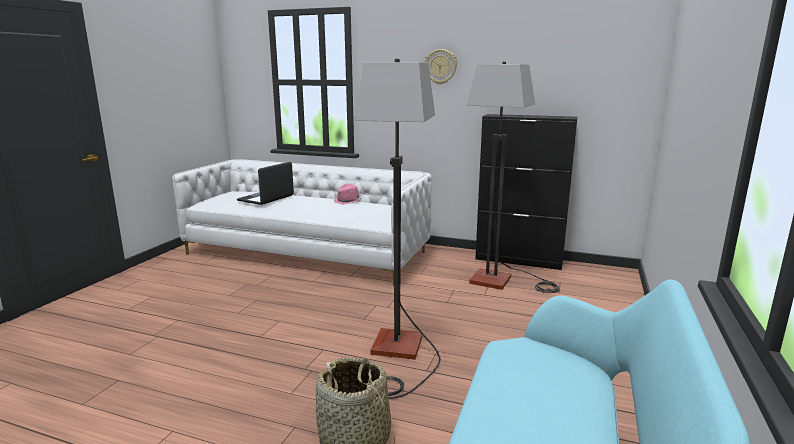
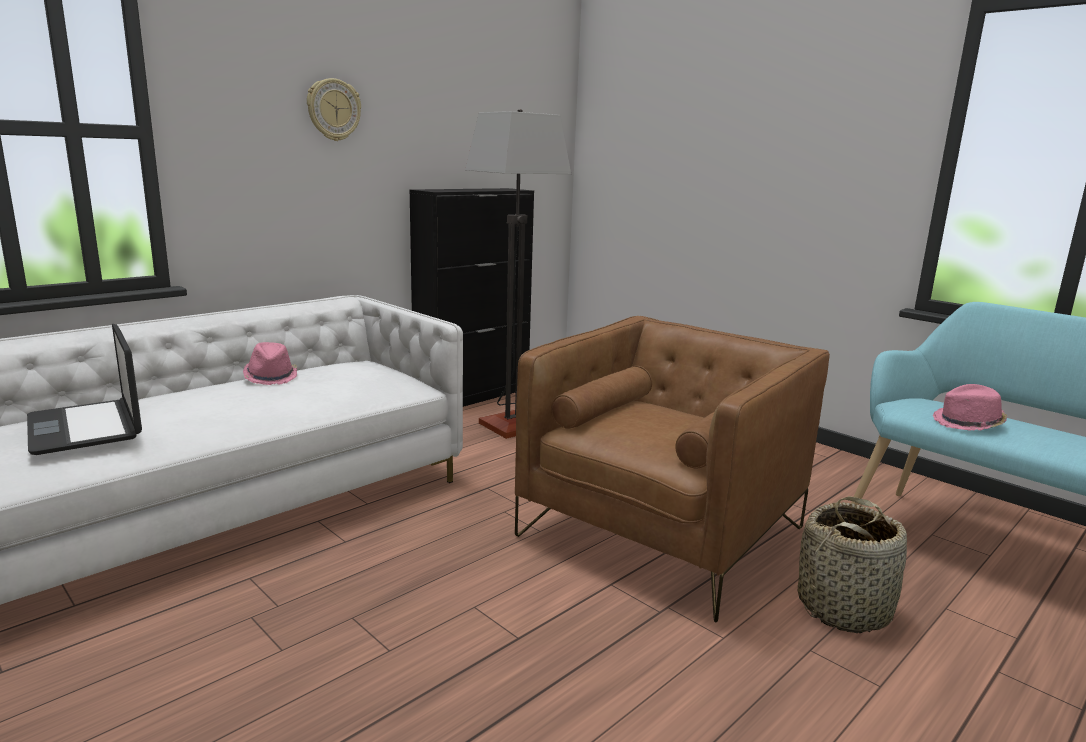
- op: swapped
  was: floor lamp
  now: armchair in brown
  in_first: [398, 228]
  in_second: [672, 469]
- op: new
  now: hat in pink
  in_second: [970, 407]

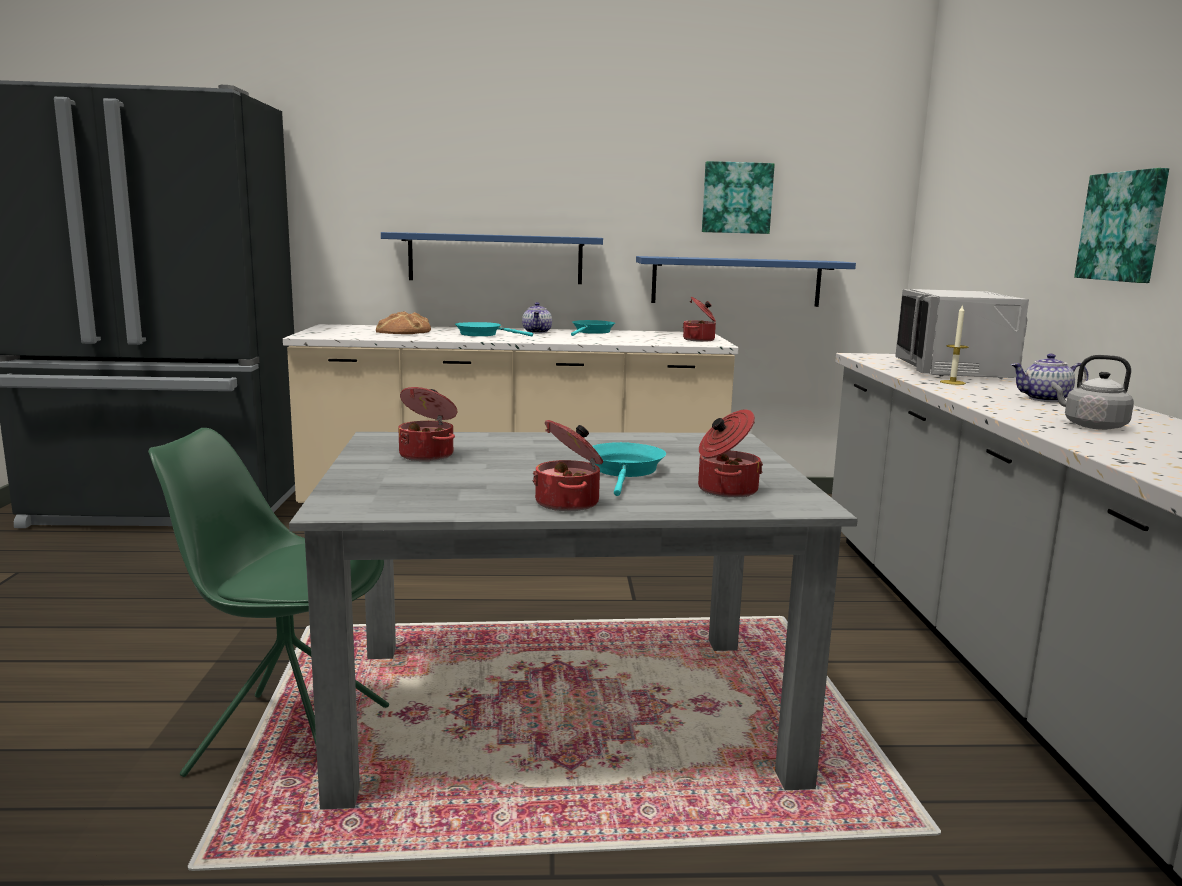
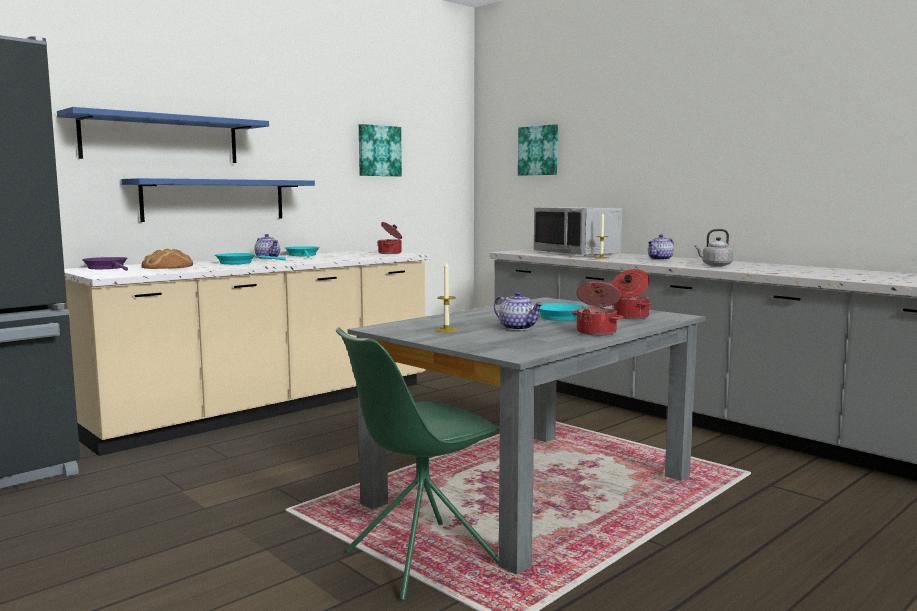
- op: swapped
  was: cooking pot
  now: candle
  in_first: [427, 424]
  in_second: [446, 296]
- op: shifted
  was: shelf in blue
  in_first: [746, 281]
  in_second: [163, 135]
- op: shifted
  was: picture
  in_first: [1121, 225]
  in_second: [538, 150]
- op: new
  now: frying pan in purple
  in_second: [105, 264]
- op: new
  now: teapot
  in_second: [518, 311]

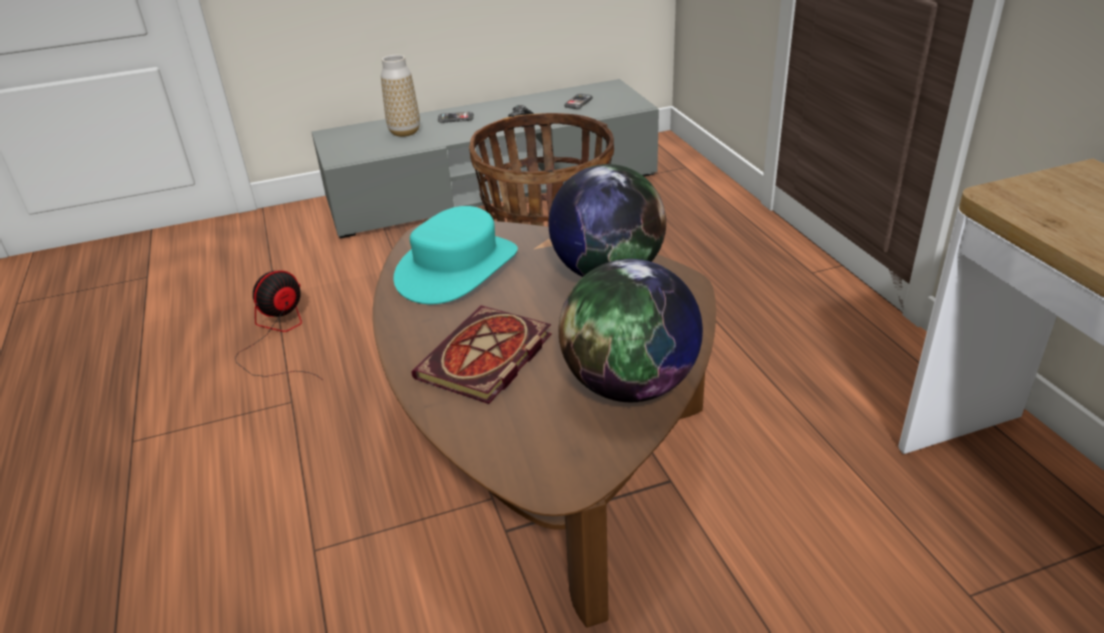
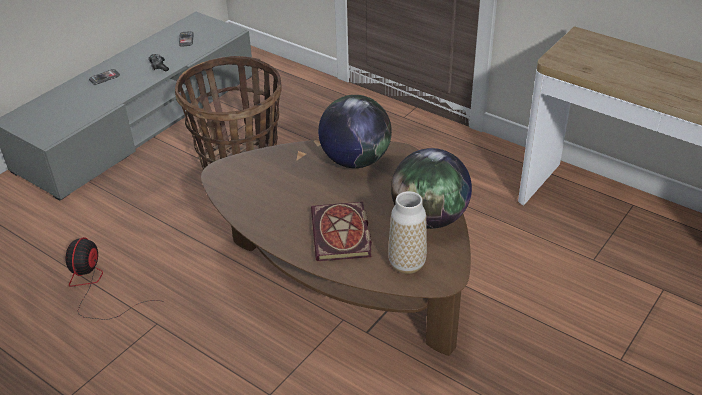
- op: shifted
  was: vase
  in_first: [400, 96]
  in_second: [407, 232]
- op: gone
  was: hat in turquoise
  in_first: [455, 255]

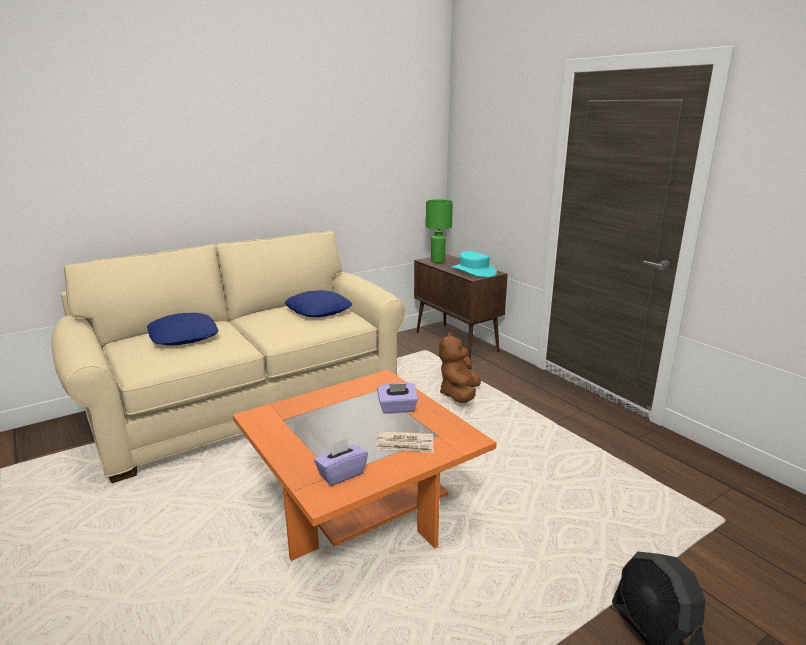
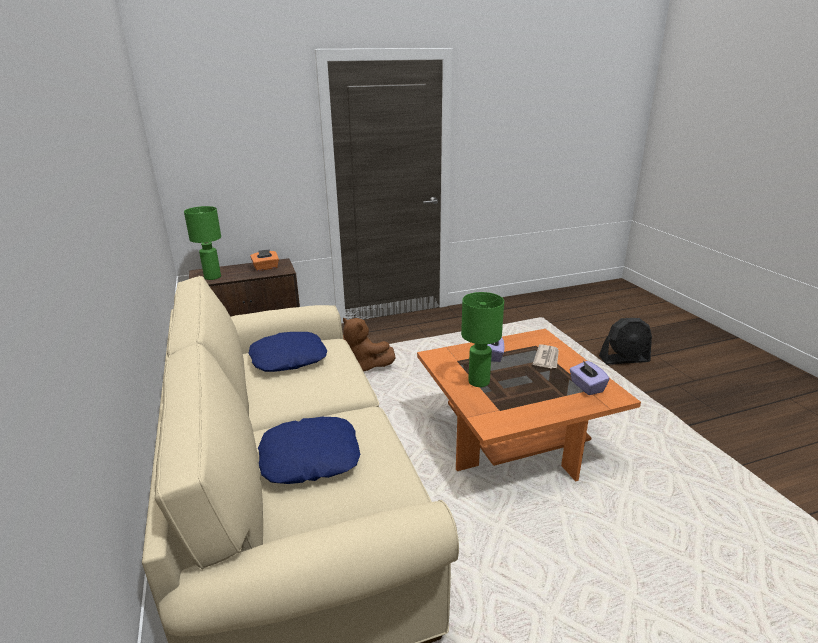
- op: swapped
  was: hat in turquoise
  now: tissue box in orange
  in_first: [474, 264]
  in_second: [264, 260]
- op: new
  now: table lamp in green
  in_second: [482, 339]

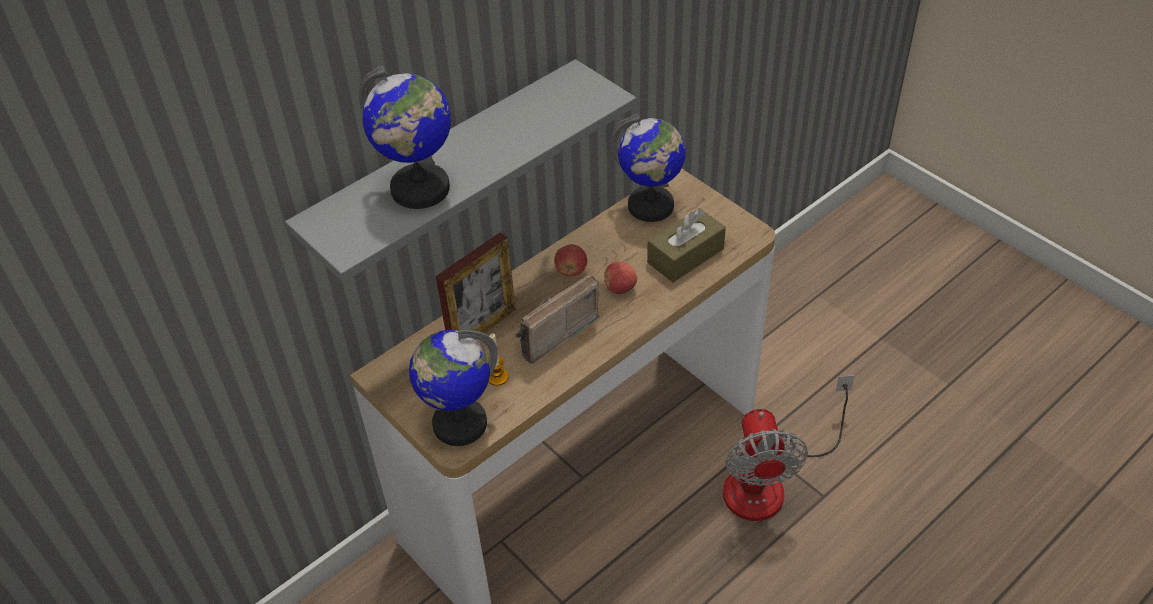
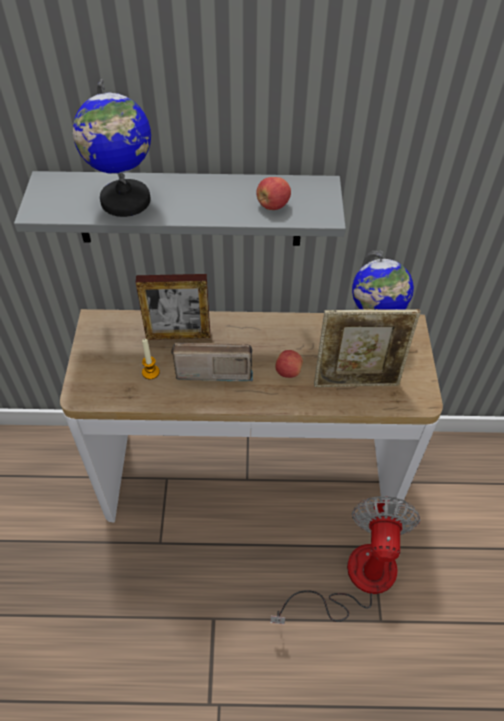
- op: gone
  was: globe
  in_first: [453, 388]
- op: shifted
  was: apple
  in_first: [570, 260]
  in_second: [273, 193]
- op: swapped
  was: tissue box in brown
  now: picture frame
  in_first: [686, 245]
  in_second: [367, 348]
- op: rotated
  was: fan
  in_first: [789, 448]
  in_second: [345, 560]
  clockwise: 150

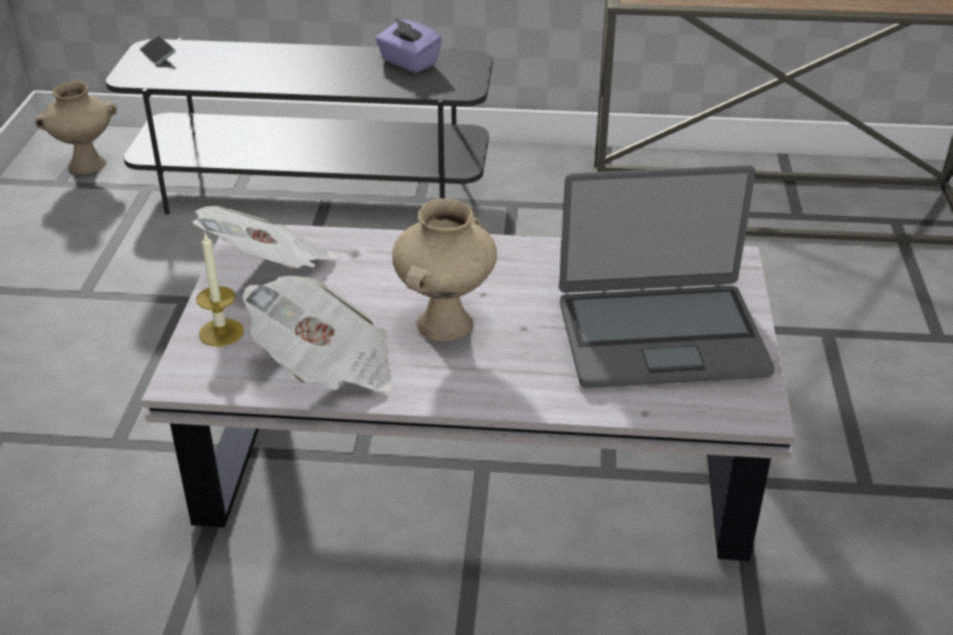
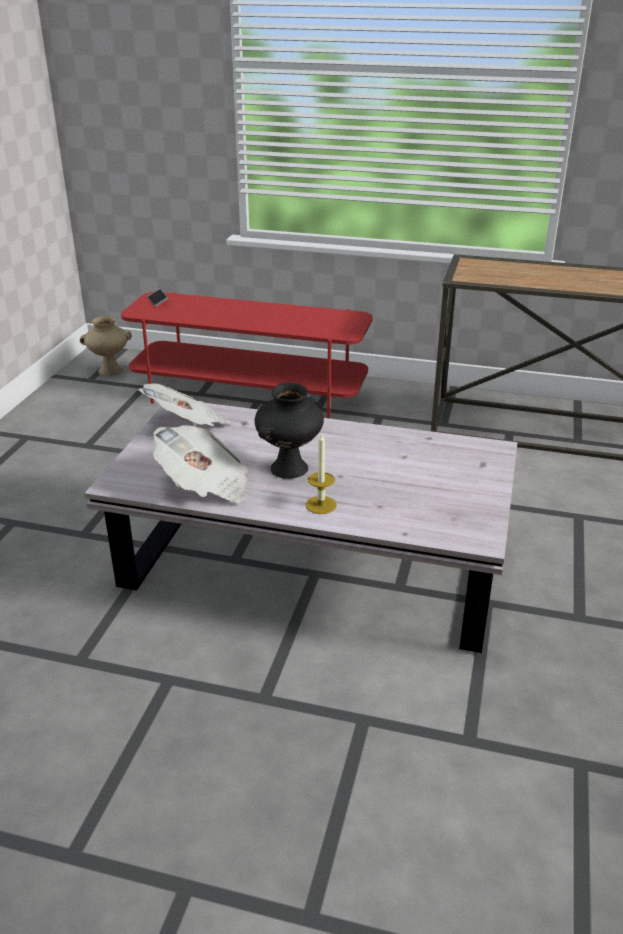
- op: repainted
  was: tv stand in grey
  now: tv stand in red
  in_first: [299, 126]
  in_second: [247, 355]
- op: shifted
  was: candle
  in_first: [220, 290]
  in_second: [321, 473]
- op: gone
  was: tissue box in purple
  in_first: [409, 45]
- op: repainted
  was: vase in beige
  now: vase in black
  in_first: [444, 269]
  in_second: [289, 431]
- op: gone
  was: laptop
  in_first: [666, 276]

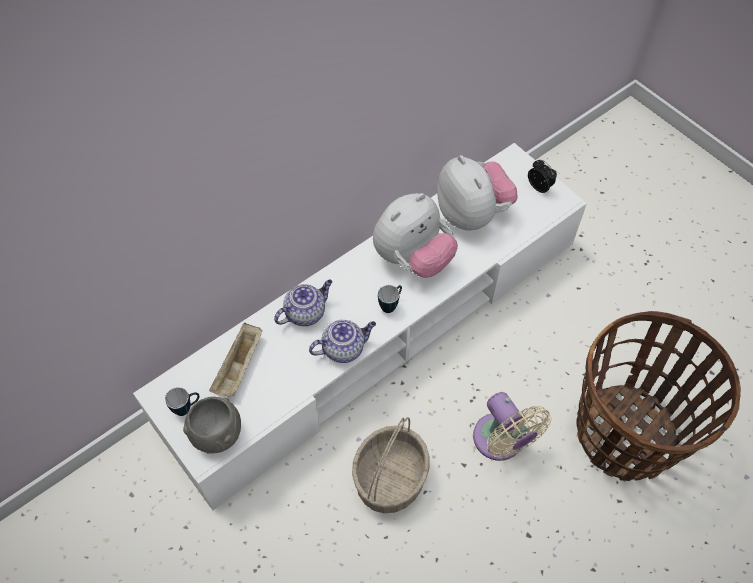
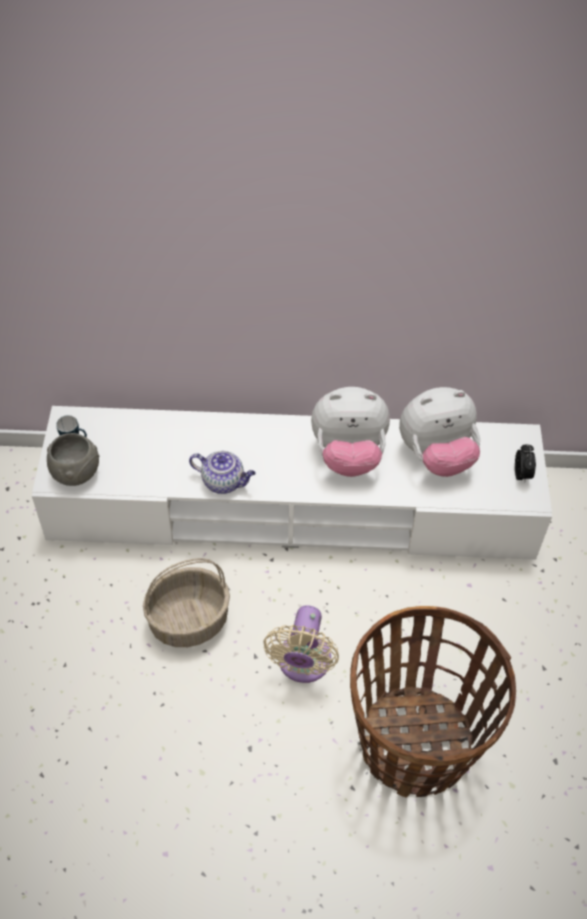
- op: gone
  was: tray in beige
  in_first: [235, 359]
- op: gone
  was: teapot
  in_first: [303, 303]
- op: gone
  was: mug
  in_first: [390, 299]
- op: rotated
  was: plush toy
  in_first: [477, 193]
  in_second: [439, 432]
  clockwise: 60

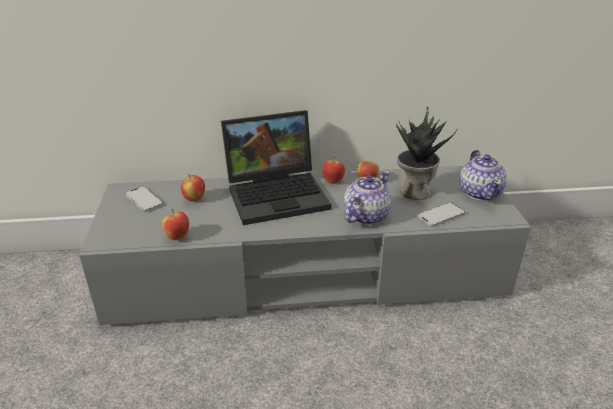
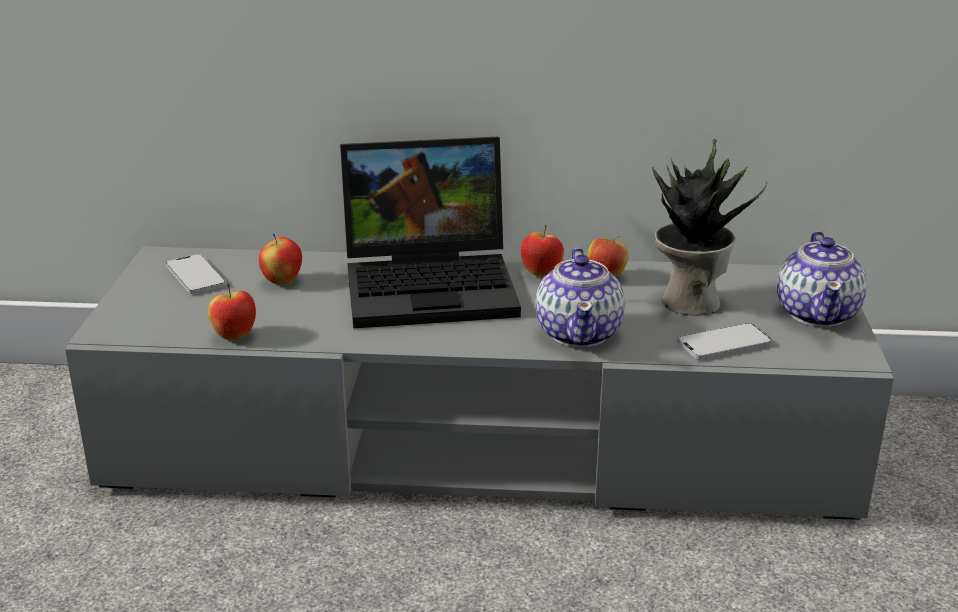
- op: rotated
  was: teapot
  in_first: [368, 198]
  in_second: [580, 297]
  clockwise: 135

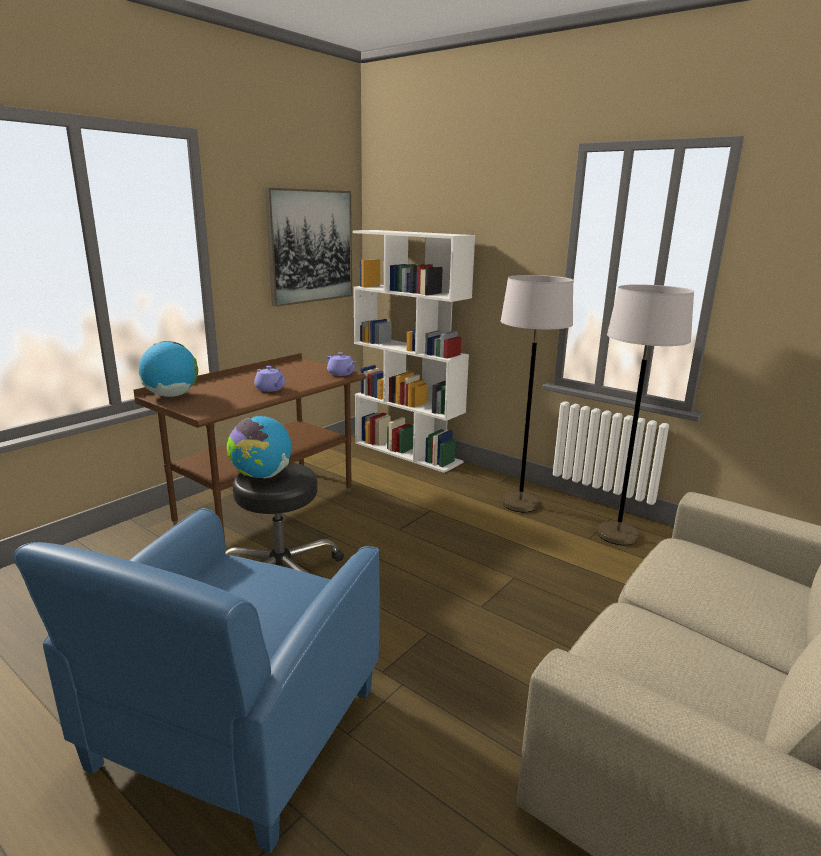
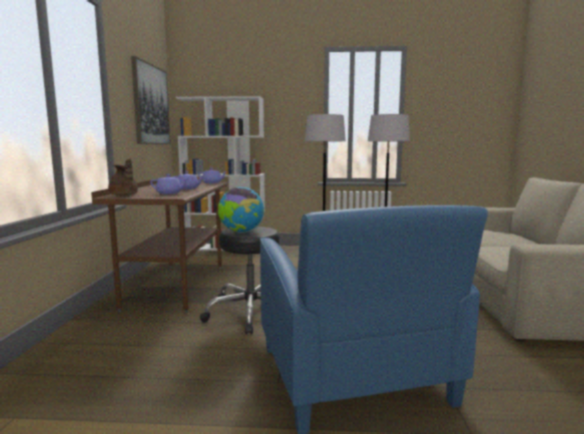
- op: swapped
  was: globe
  now: teapot in brown
  in_first: [168, 369]
  in_second: [123, 177]
- op: new
  now: teapot in purple
  in_second: [169, 184]

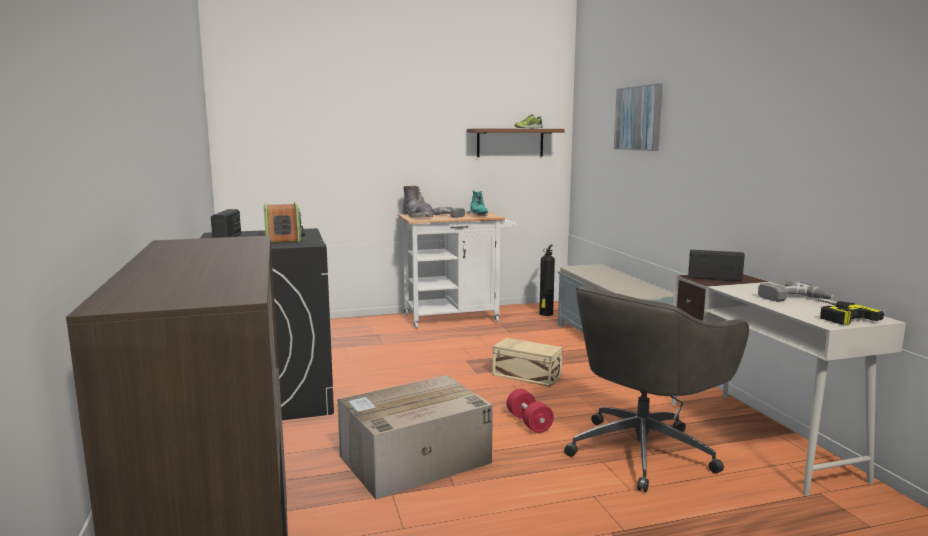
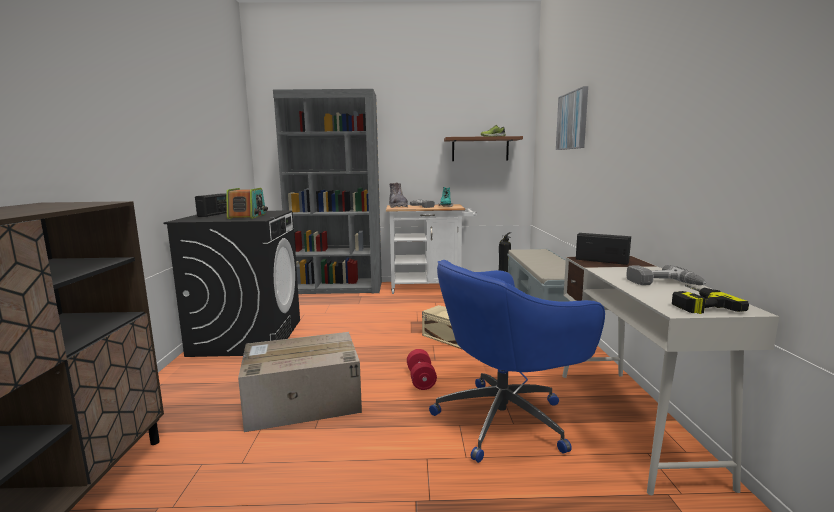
- op: repainted
  was: office chair in grey
  now: office chair in blue
  in_first: [656, 389]
  in_second: [517, 361]
- op: new
  now: bookcase in grey
  in_second: [327, 191]

